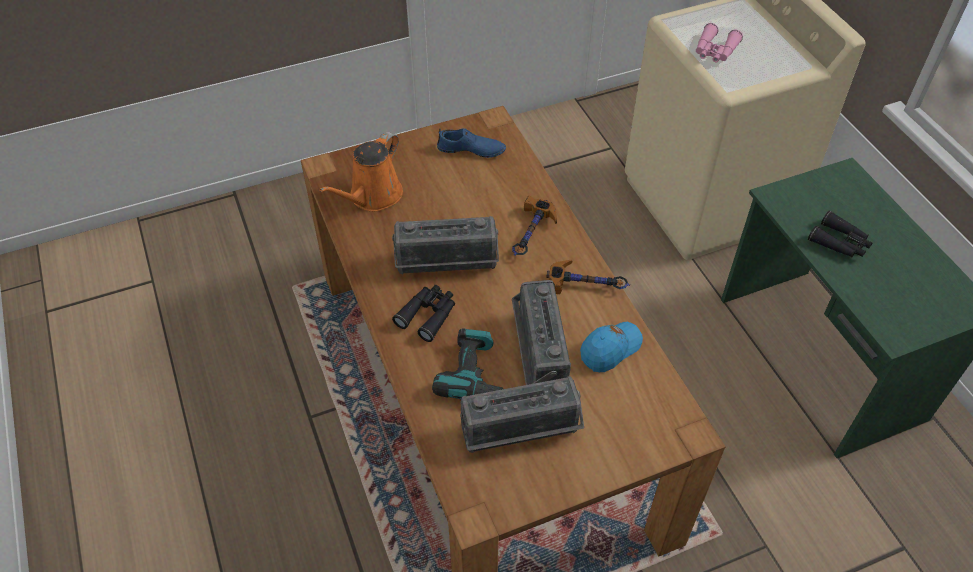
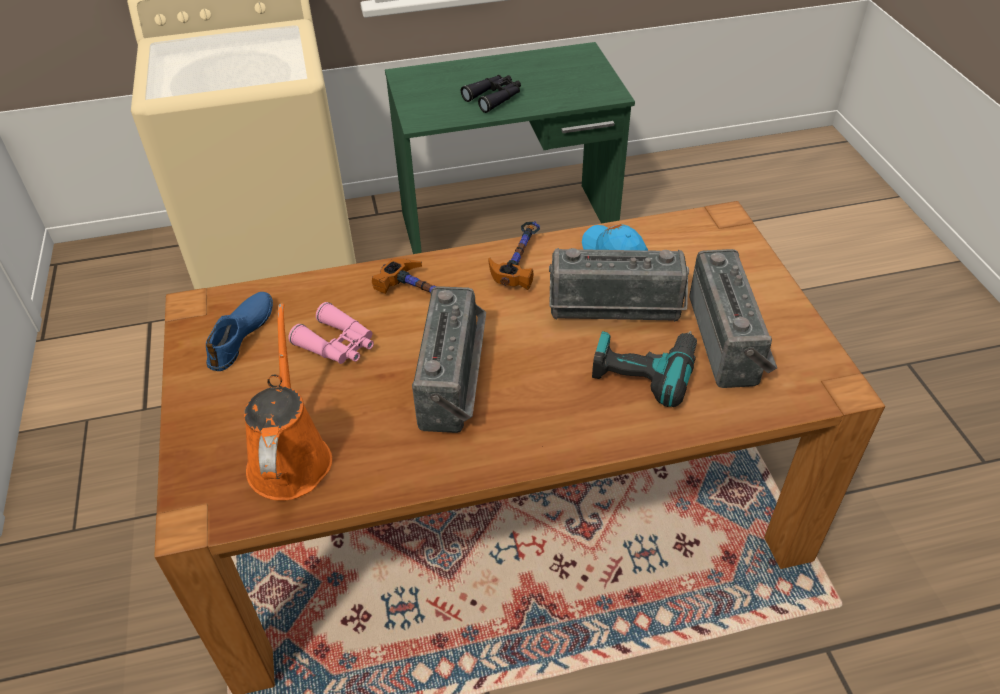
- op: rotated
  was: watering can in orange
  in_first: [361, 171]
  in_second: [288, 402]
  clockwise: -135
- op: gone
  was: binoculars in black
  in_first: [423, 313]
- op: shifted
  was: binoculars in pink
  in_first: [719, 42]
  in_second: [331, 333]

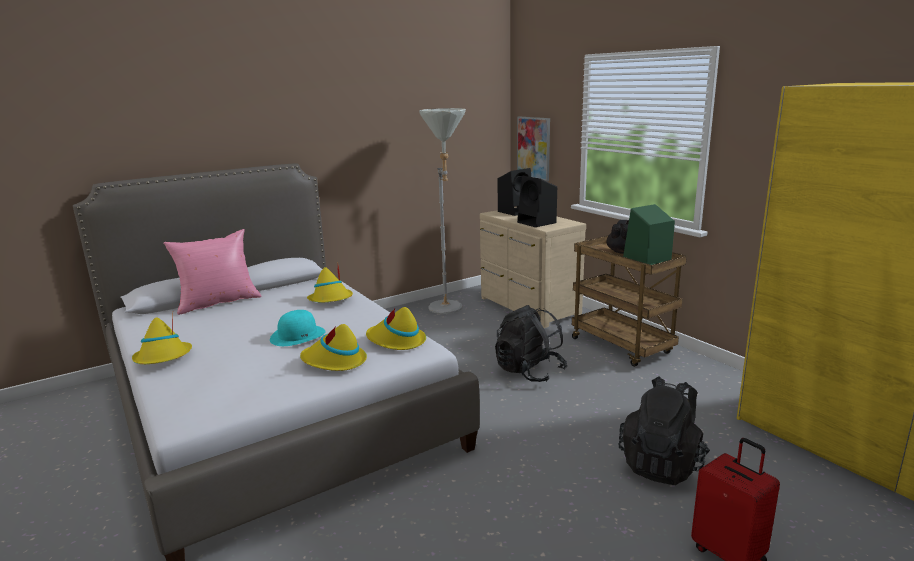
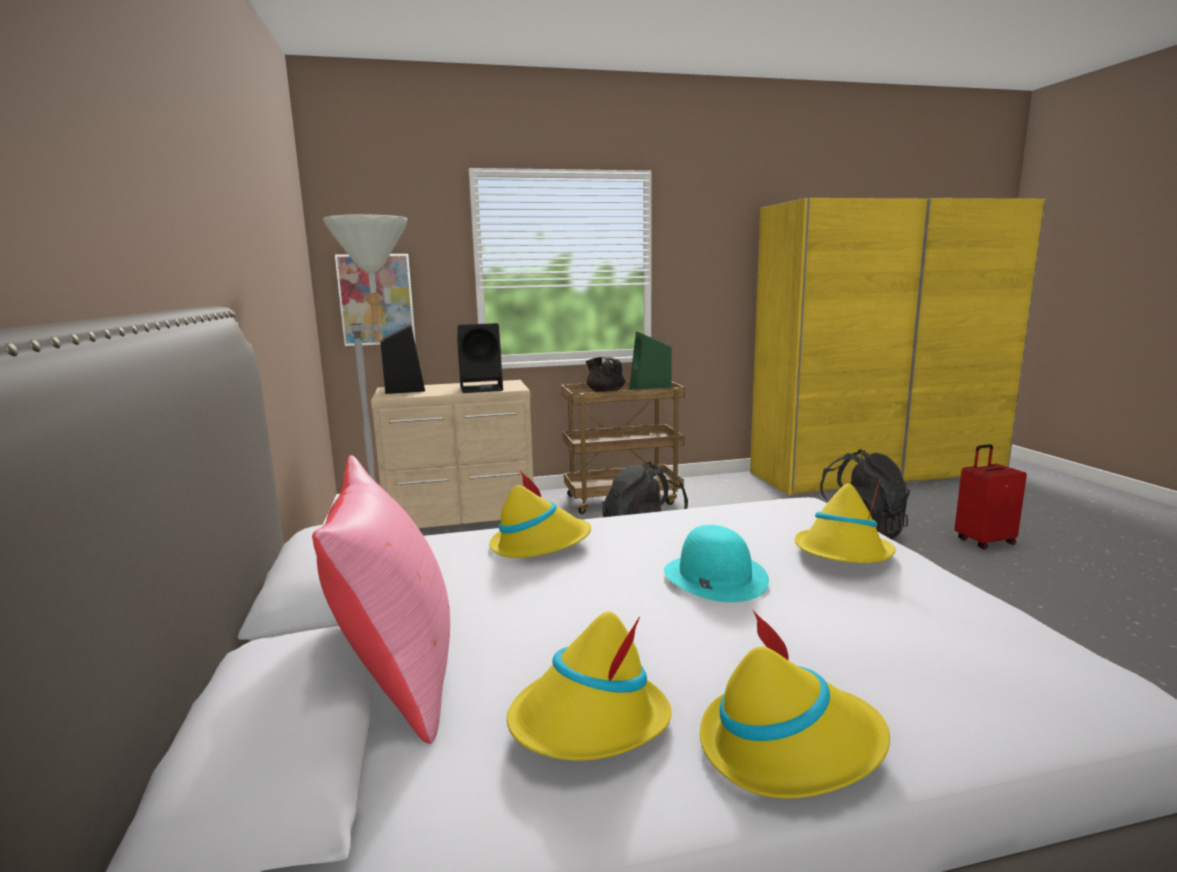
- op: shifted
  was: hat in yellow
  in_first: [396, 328]
  in_second: [589, 686]

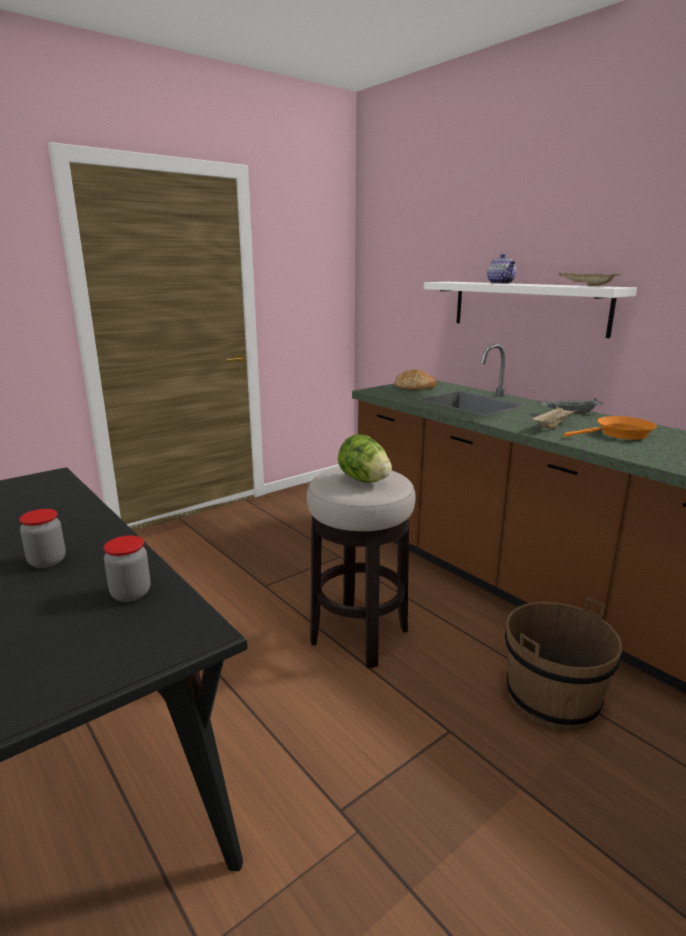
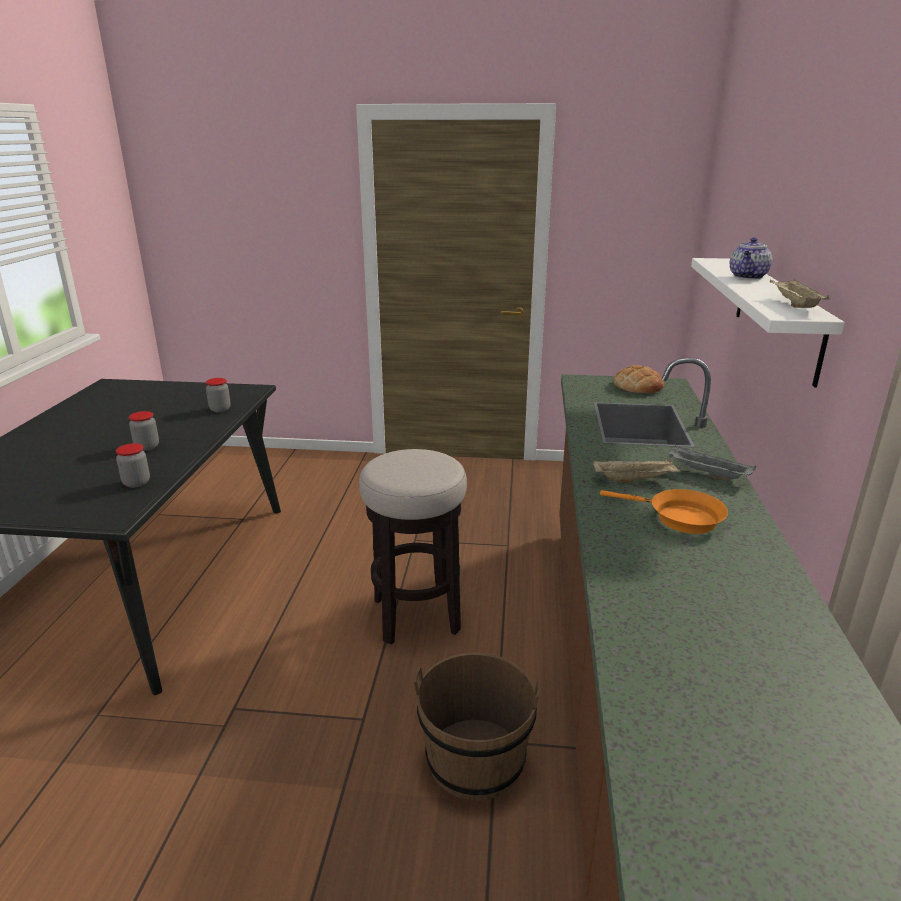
- op: gone
  was: lettuce
  in_first: [365, 458]
- op: new
  now: jar
  in_second: [218, 395]

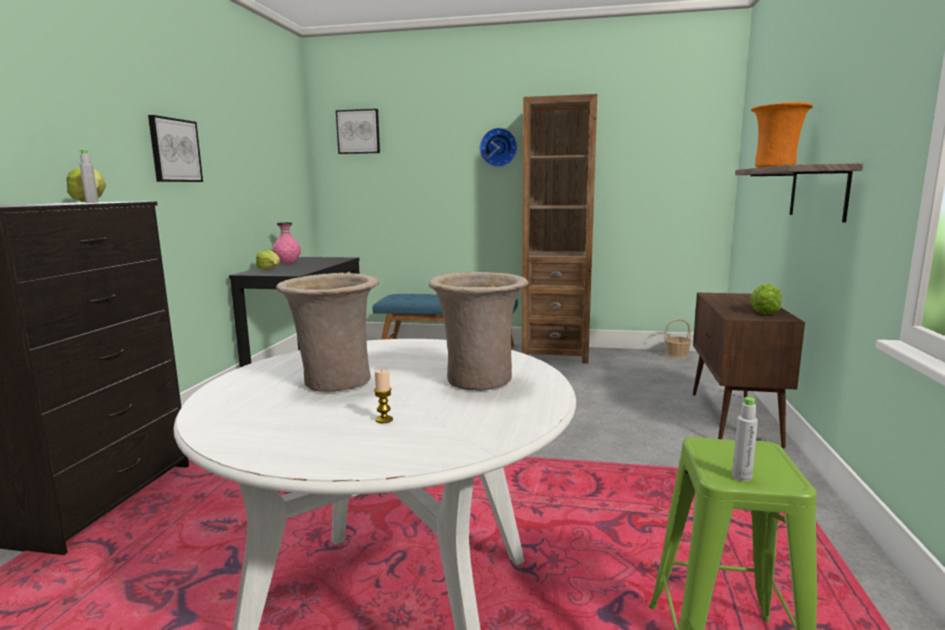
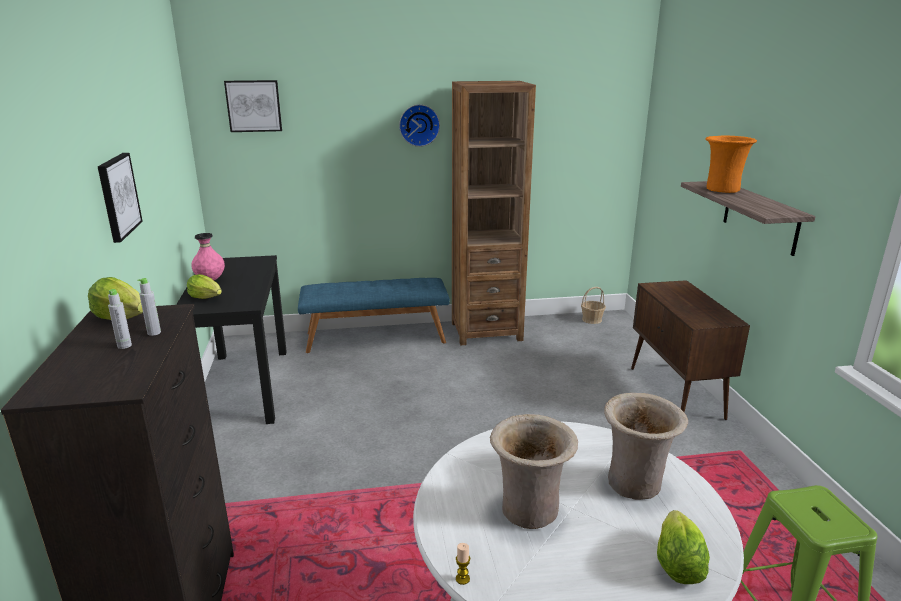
- op: shifted
  was: candle
  in_first: [383, 396]
  in_second: [463, 564]
- op: shifted
  was: bottle in grey
  in_first: [745, 439]
  in_second: [120, 319]
- op: shifted
  was: lettuce
  in_first: [766, 299]
  in_second: [683, 547]

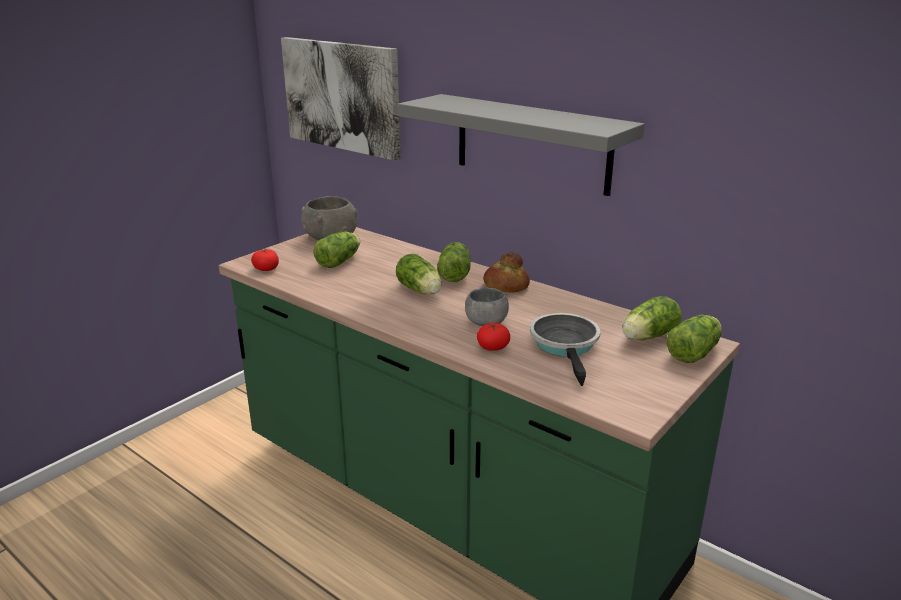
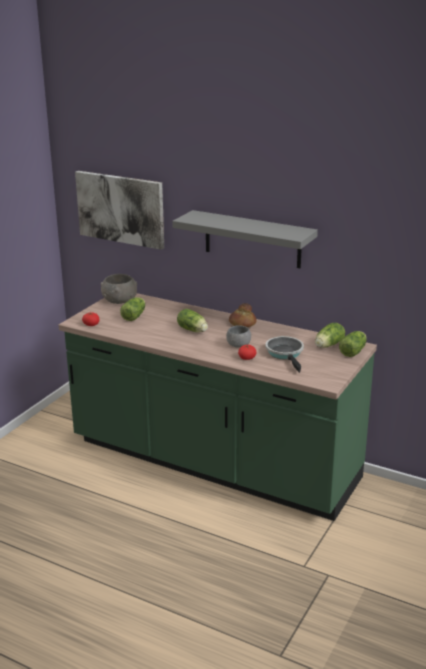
- op: gone
  was: lettuce
  in_first: [454, 262]

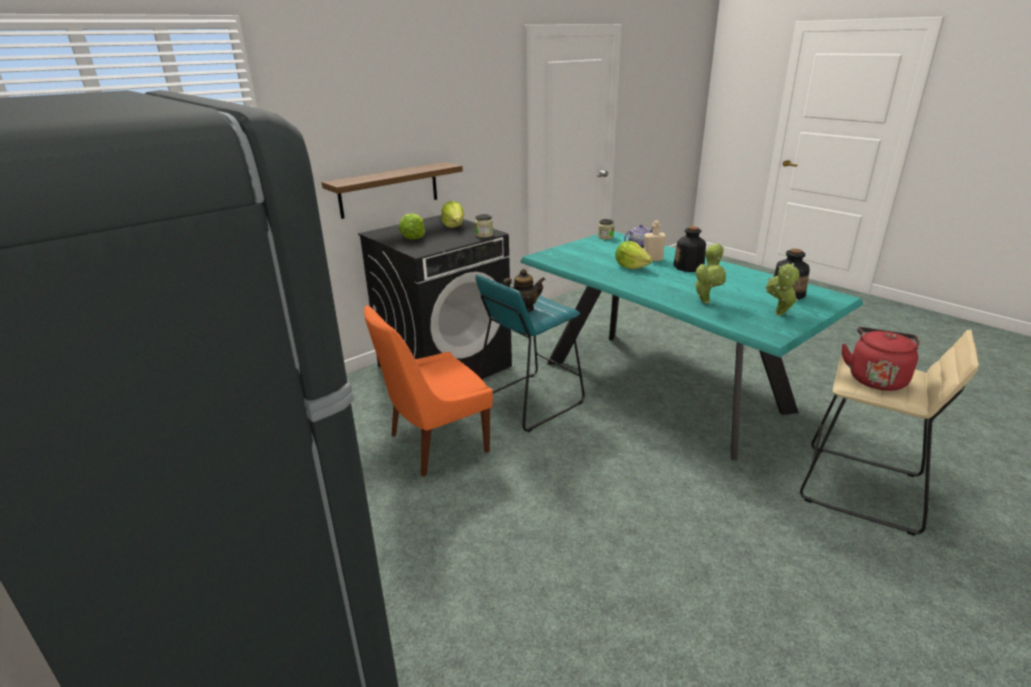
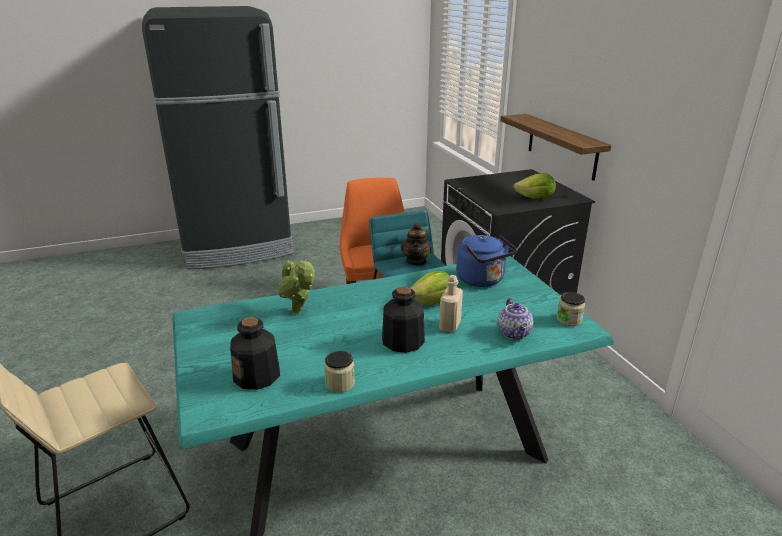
- op: gone
  was: lettuce
  in_first: [412, 226]
- op: shifted
  was: jar
  in_first: [484, 226]
  in_second: [339, 372]
- op: gone
  was: potted plant
  in_first: [783, 289]
- op: gone
  was: kettle in red
  in_first: [881, 359]
- op: new
  now: kettle in blue
  in_second: [486, 261]

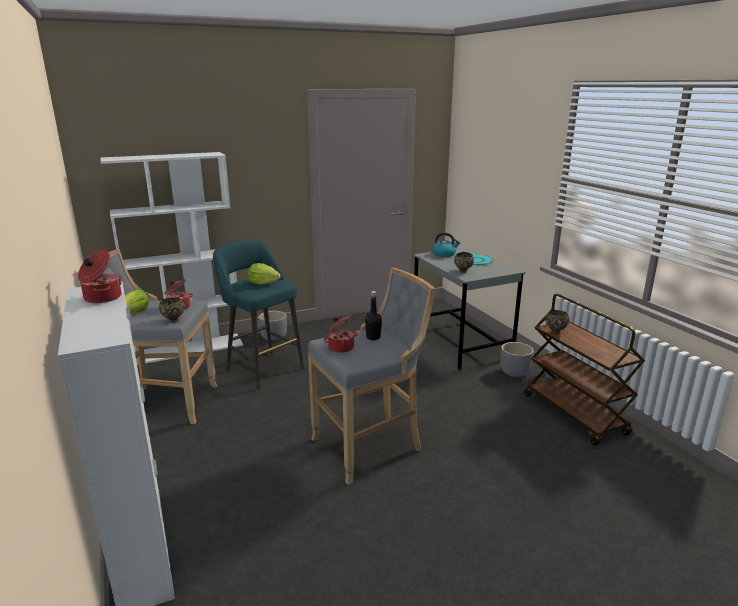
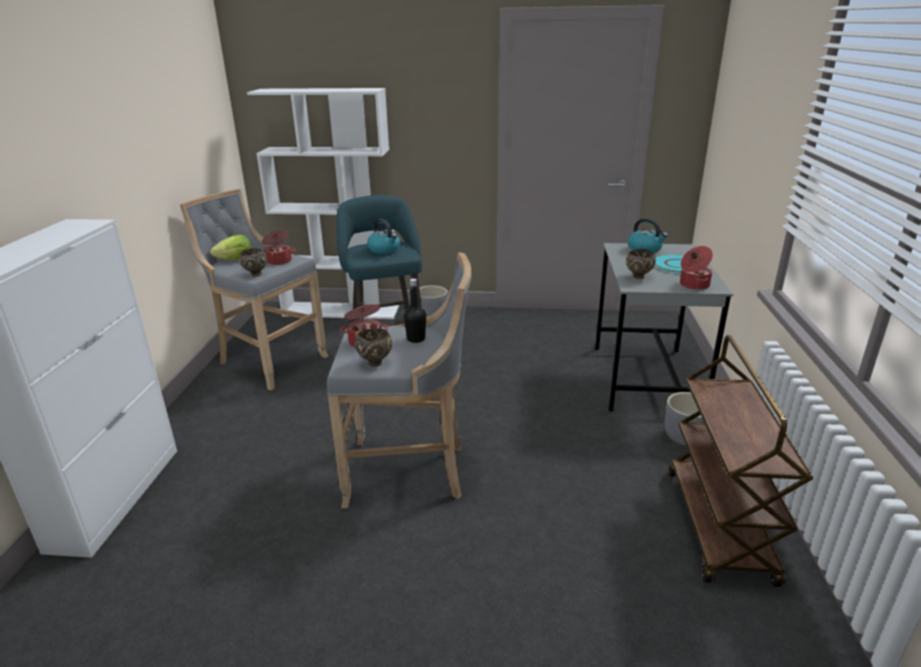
- op: shifted
  was: cooking pot
  in_first: [100, 276]
  in_second: [696, 268]
- op: swapped
  was: lettuce
  now: kettle
  in_first: [264, 274]
  in_second: [383, 236]
- op: shifted
  was: bowl in brown
  in_first: [557, 322]
  in_second: [373, 347]

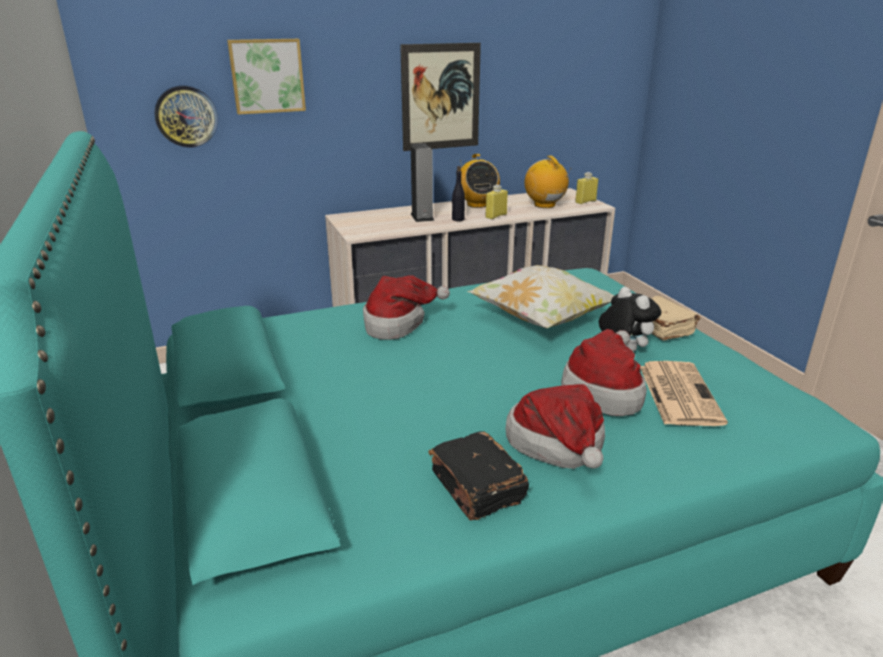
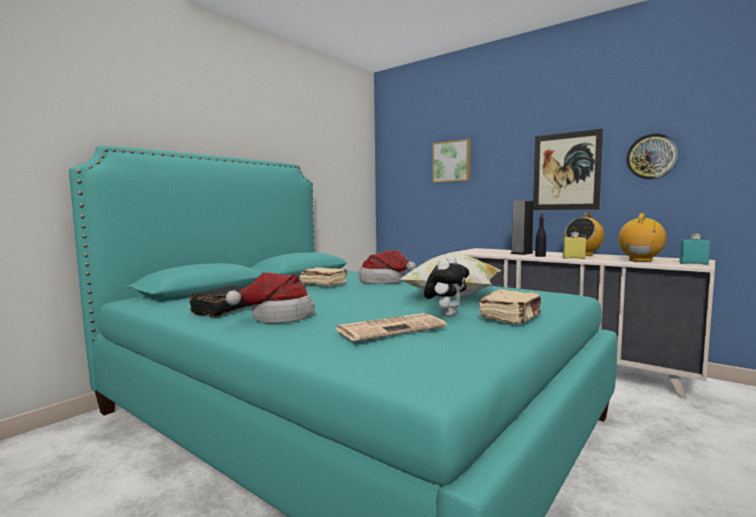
- op: shifted
  was: wall clock
  in_first: [186, 116]
  in_second: [652, 156]
- op: gone
  was: hat
  in_first: [604, 372]
- op: repainted
  was: bottle in yellow
  now: bottle in turquoise
  in_first: [586, 188]
  in_second: [695, 249]
- op: new
  now: book in beige
  in_second: [324, 276]

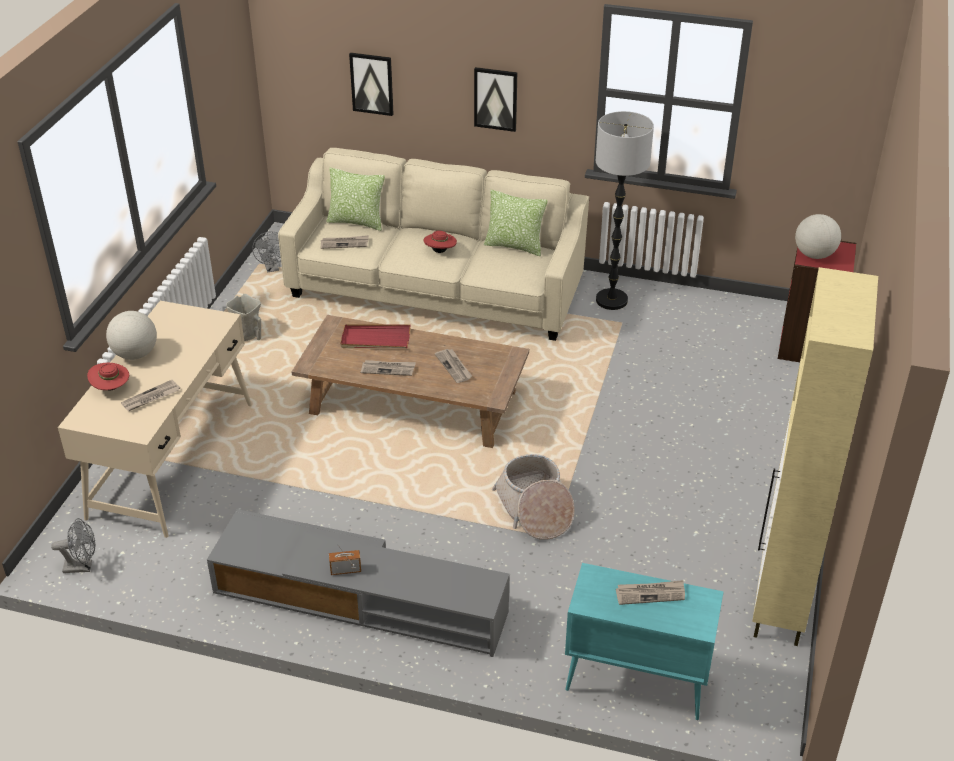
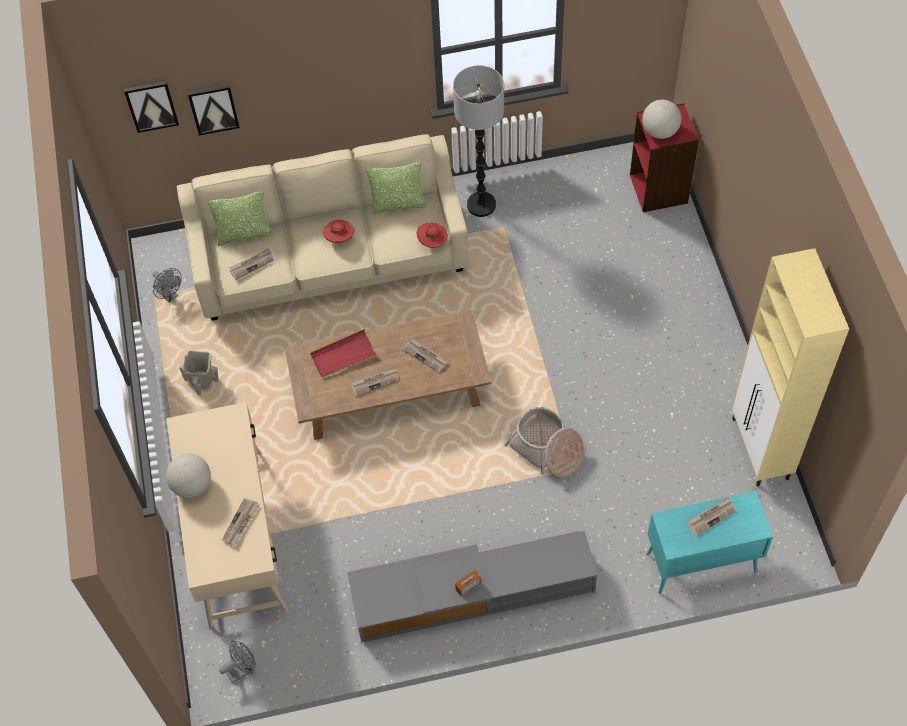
- op: shifted
  was: hat in red
  in_first: [108, 376]
  in_second: [432, 235]
- op: shifted
  was: picture
  in_first: [495, 99]
  in_second: [151, 107]

